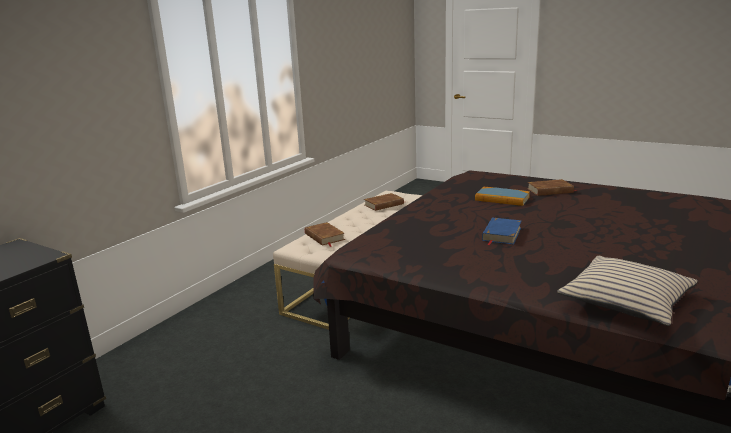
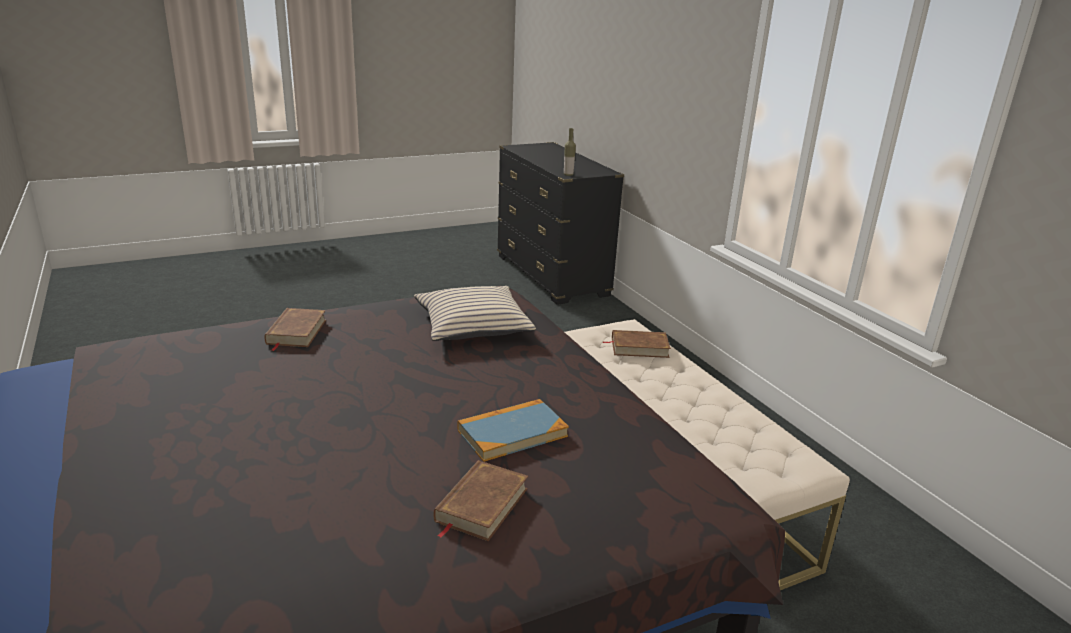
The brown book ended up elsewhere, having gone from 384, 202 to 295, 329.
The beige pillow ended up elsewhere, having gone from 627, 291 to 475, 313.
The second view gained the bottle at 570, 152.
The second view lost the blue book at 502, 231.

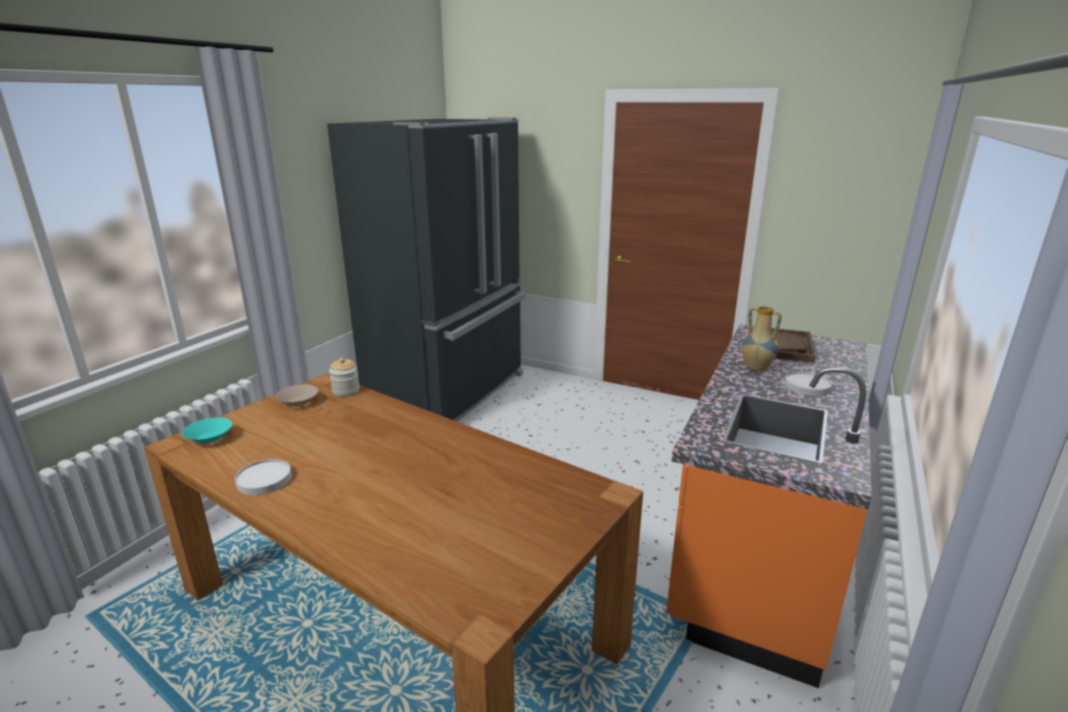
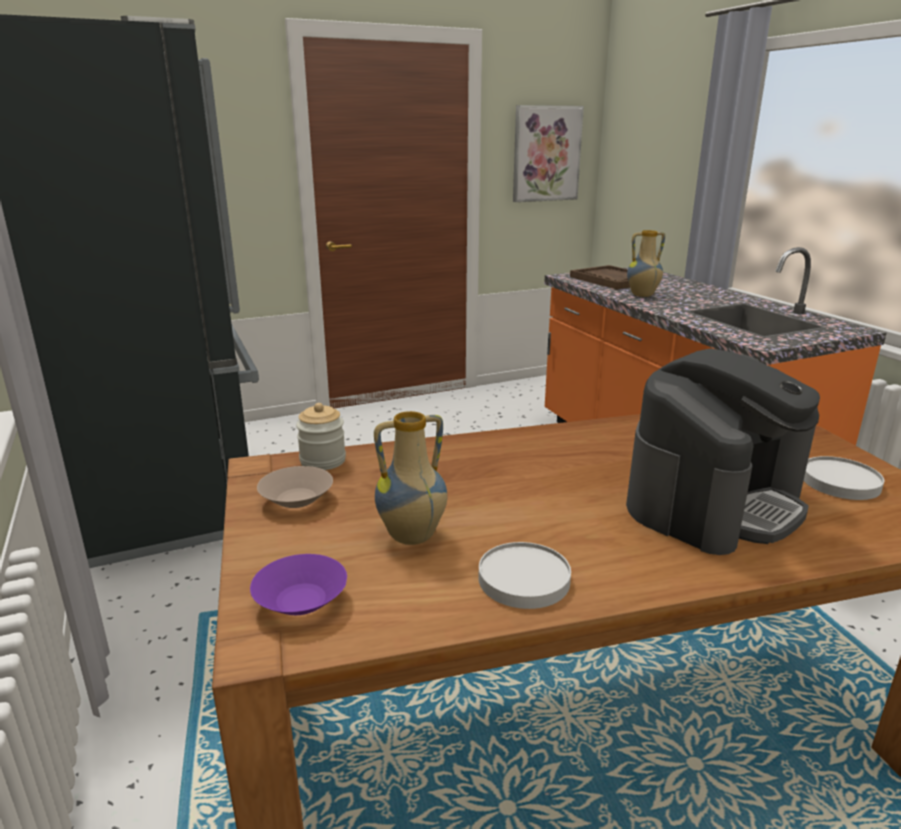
What was the turquoise bowl at 207, 430 turned into the purple bowl at 298, 584.
The second view gained the vase at 410, 478.
The second view gained the picture at 548, 153.
The second view gained the coffee machine at 723, 451.
The white plate ended up elsewhere, having gone from 808, 384 to 844, 478.

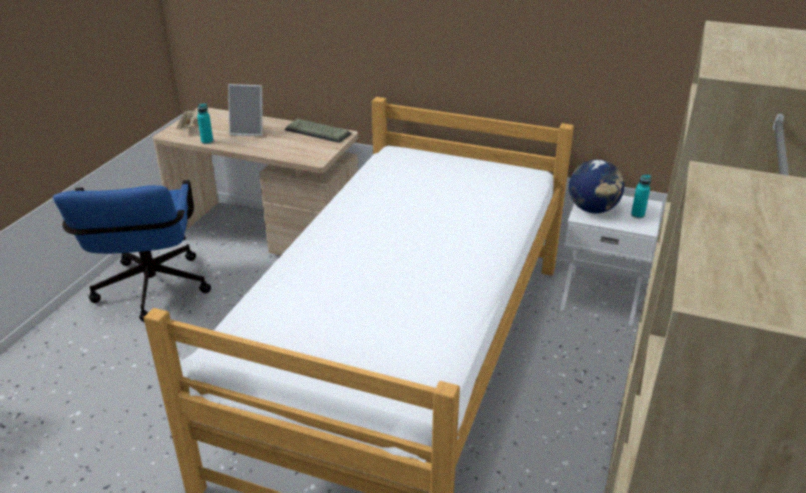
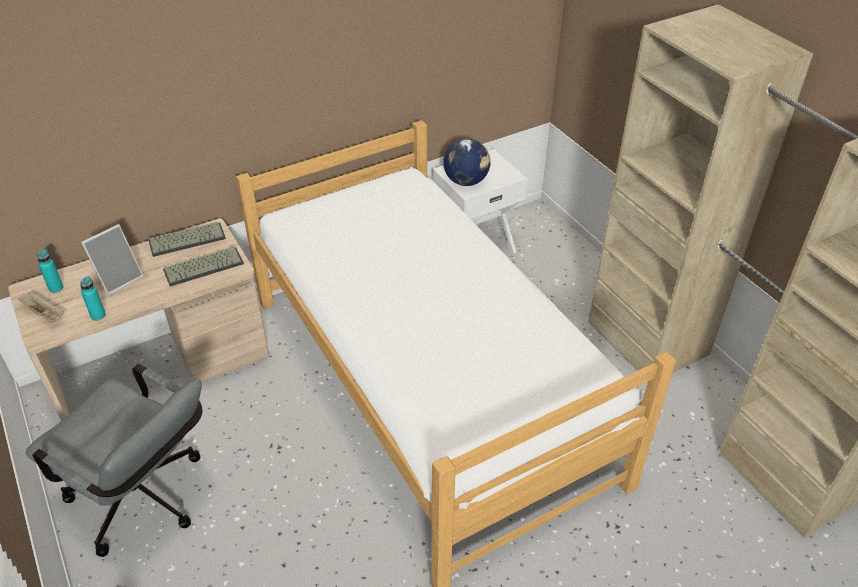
What was the blue office chair at 132, 251 turned into the grey office chair at 114, 460.
The turquoise bottle ended up elsewhere, having gone from 641, 196 to 50, 271.
The second view gained the keyboard at 203, 266.

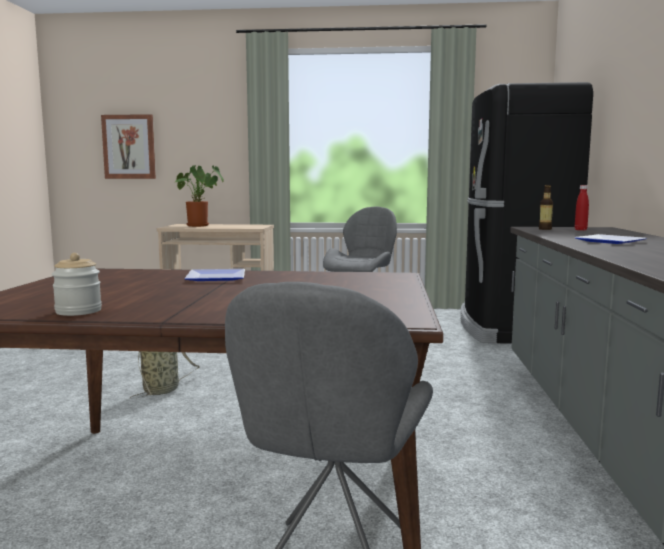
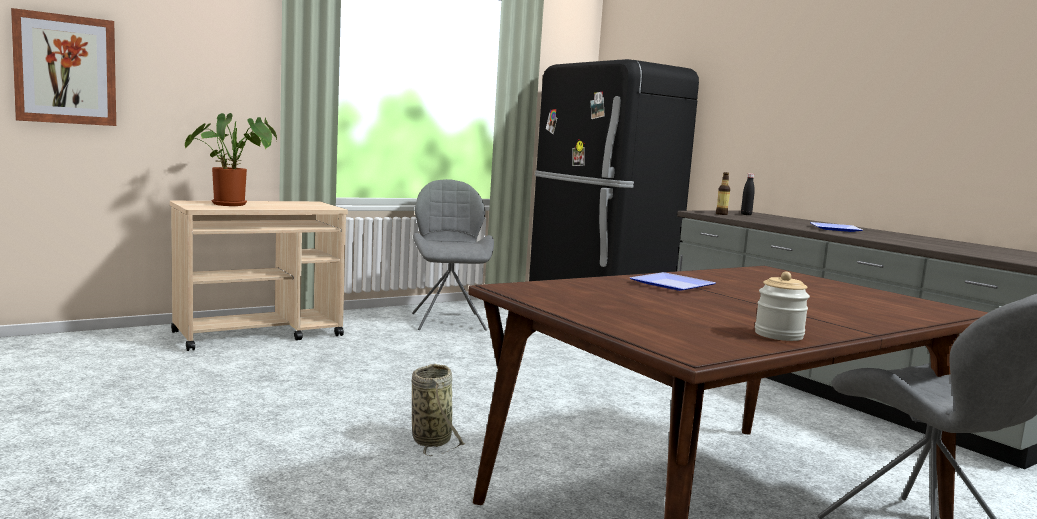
What was the red bottle at 582, 207 turned into the black bottle at 748, 194.

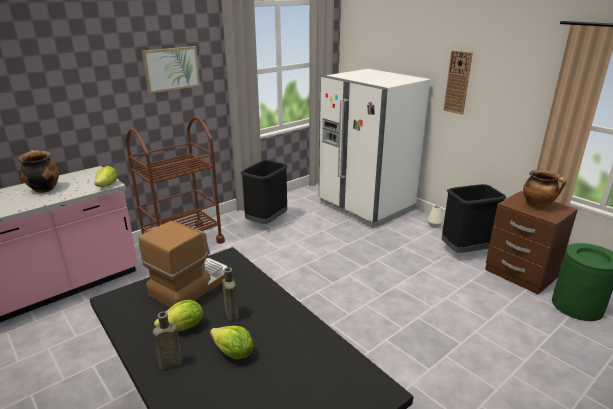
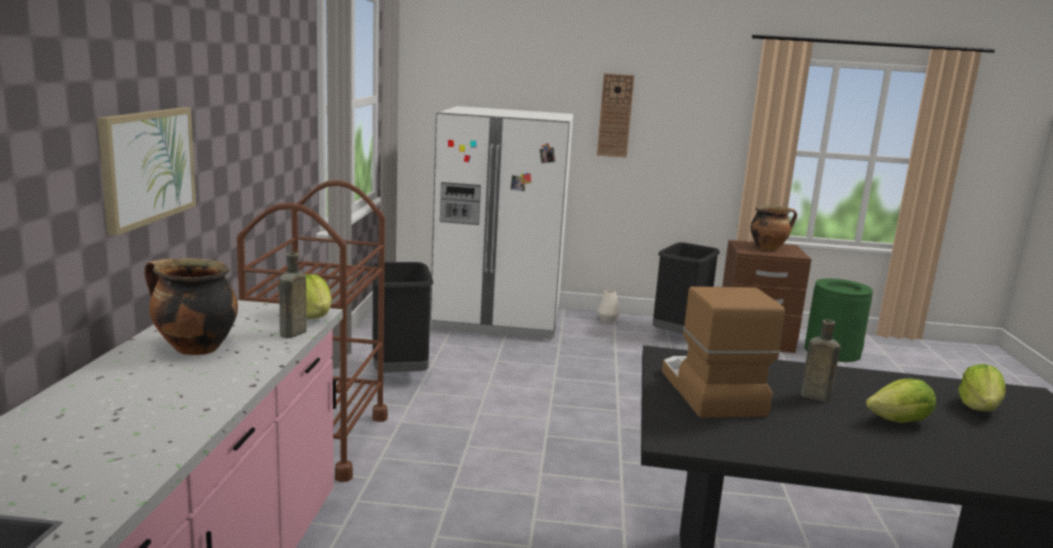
The picture ended up elsewhere, having gone from 171, 70 to 146, 171.
The brown bottle ended up elsewhere, having gone from 167, 340 to 293, 295.
The lettuce ended up elsewhere, having gone from 178, 315 to 982, 388.

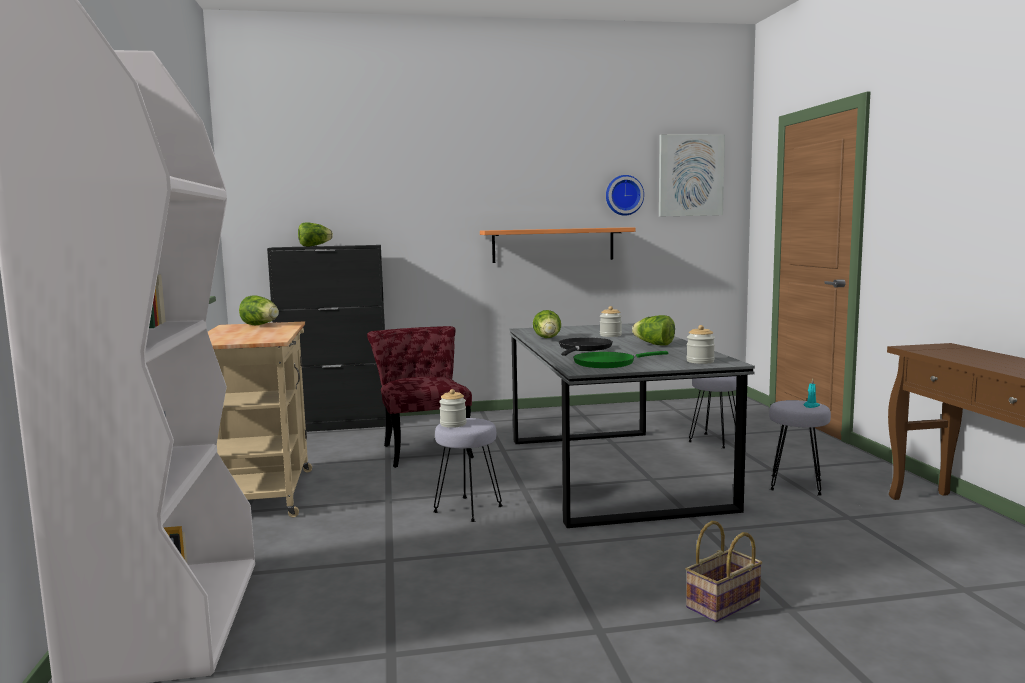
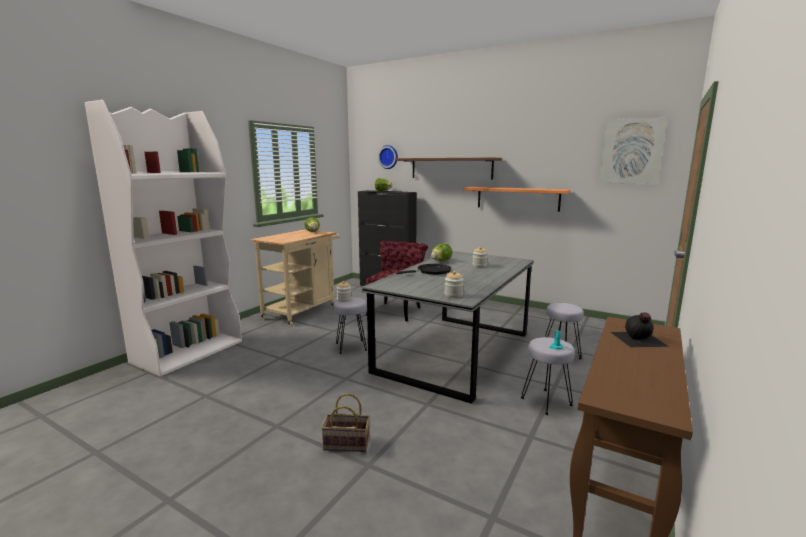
The wall clock ended up elsewhere, having gone from 625, 195 to 388, 157.
The second view gained the brown shelf at 448, 168.
The second view gained the black bottle at 640, 329.
The second view lost the green frying pan at 620, 359.
The second view lost the lettuce at 653, 330.

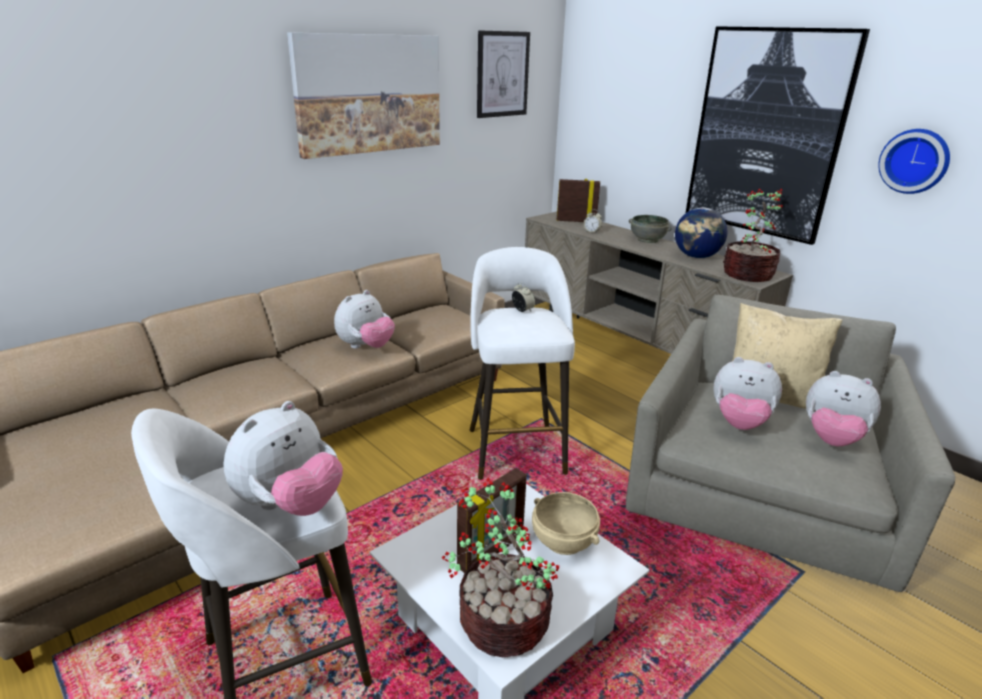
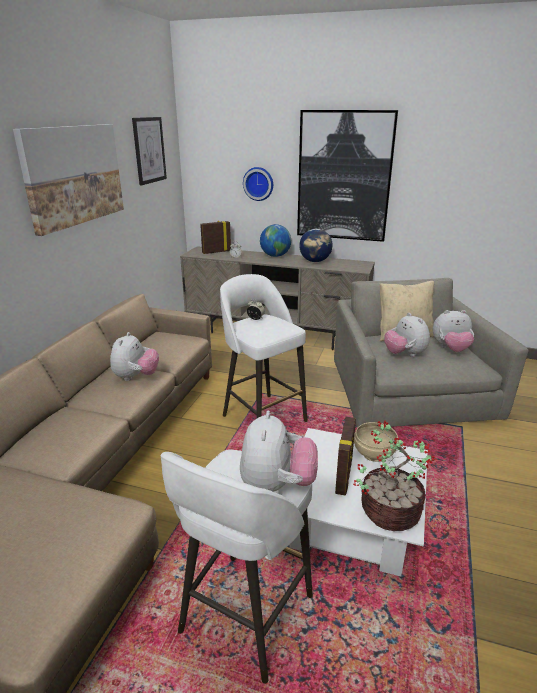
The wall clock ended up elsewhere, having gone from 914, 161 to 258, 184.
Where the grey bowl stood at 650, 229, the globe came to stand at 275, 240.
The plush toy at 747, 393 ended up facing another way, 75 degrees clockwise from before.
The second view lost the potted plant at 753, 235.

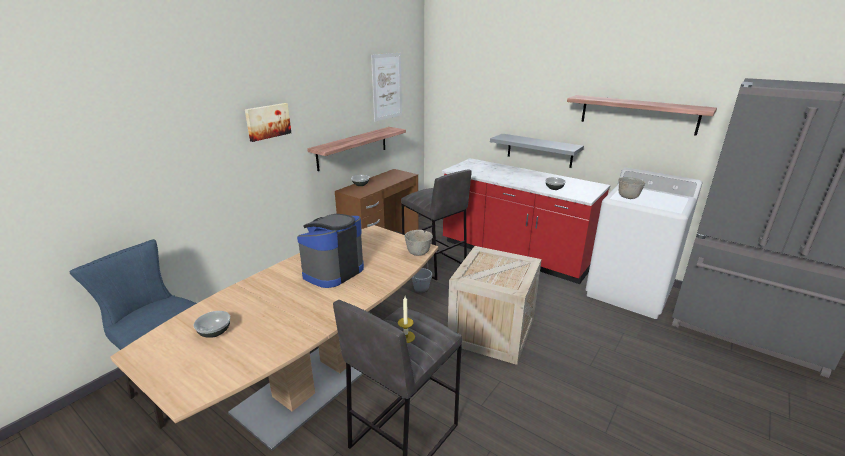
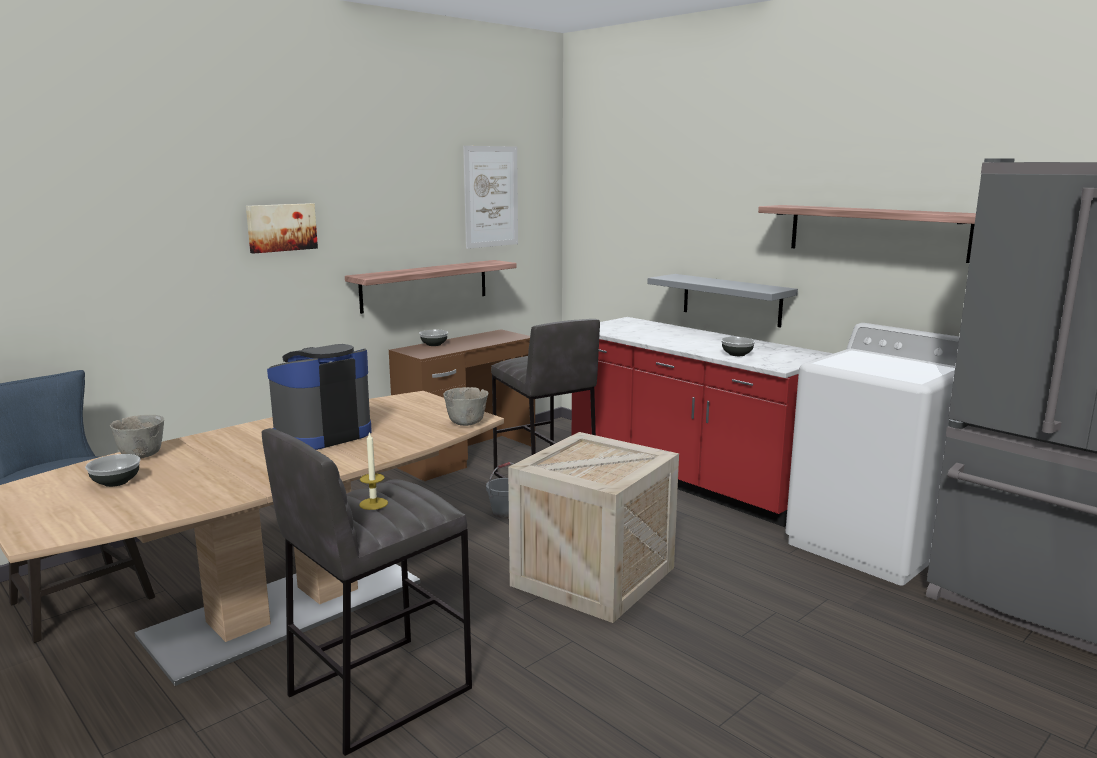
The grey bowl ended up elsewhere, having gone from 631, 188 to 137, 437.

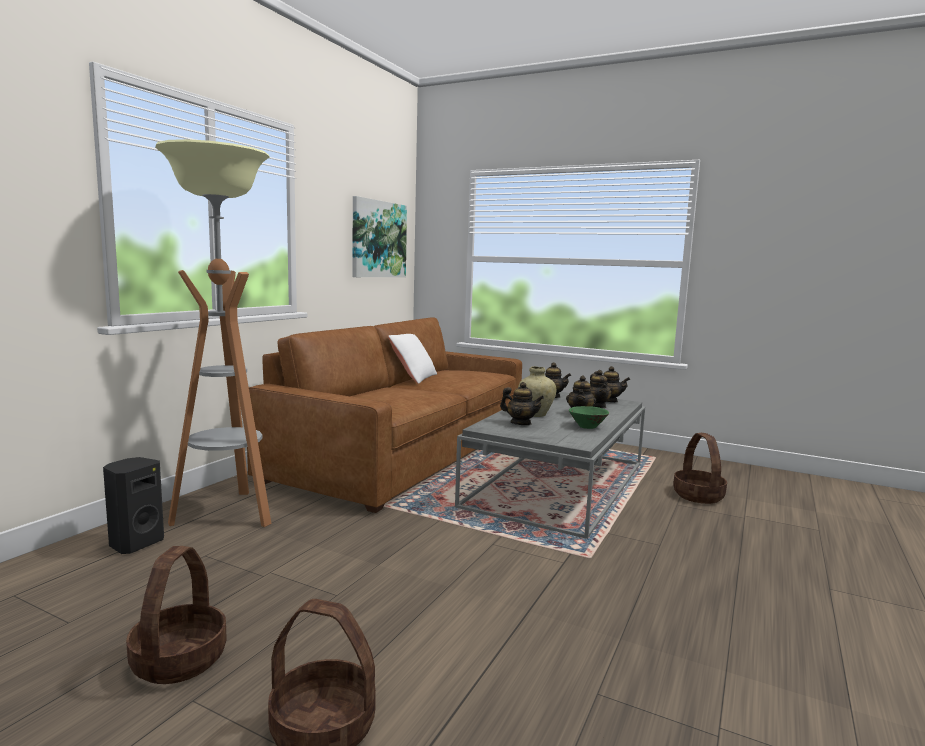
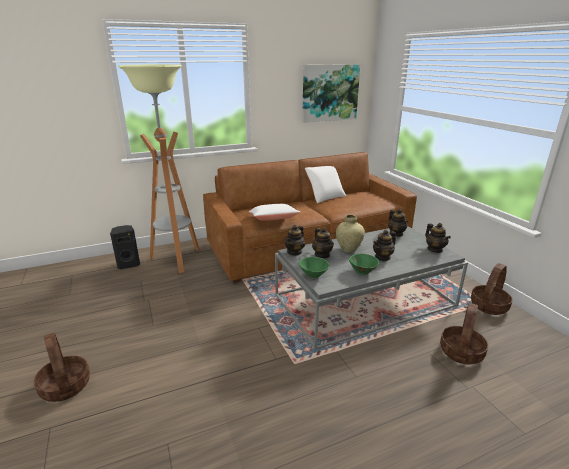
The second view gained the white pillow at 274, 212.
The teapot ended up elsewhere, having gone from 601, 389 to 294, 240.
The second view gained the green bowl at 314, 267.
The basket ended up elsewhere, having gone from 176, 615 to 492, 289.

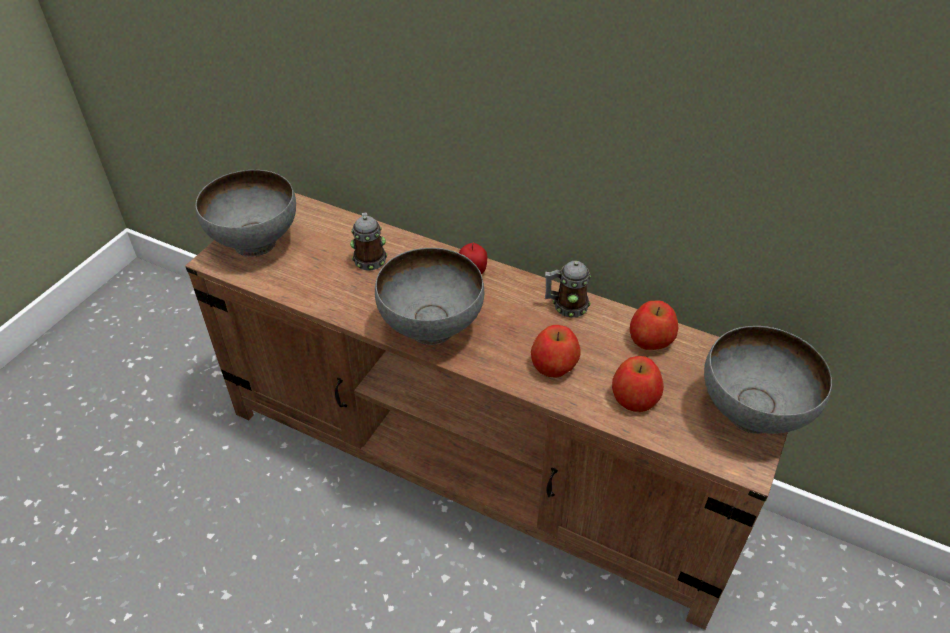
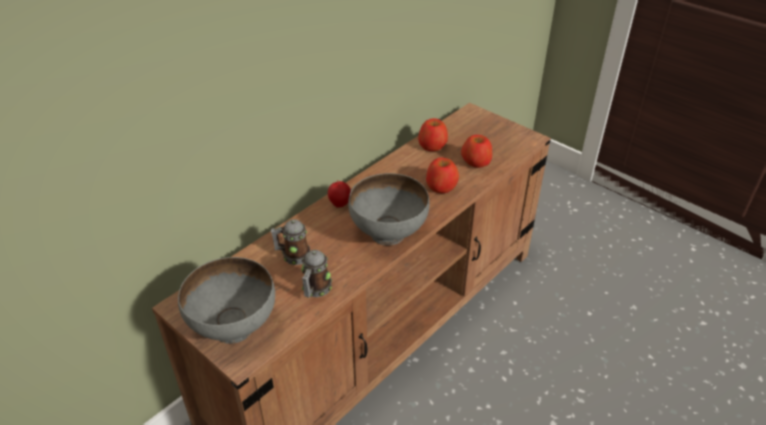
The mug ended up elsewhere, having gone from 568, 289 to 316, 274.
The second view lost the grey bowl at 768, 380.

